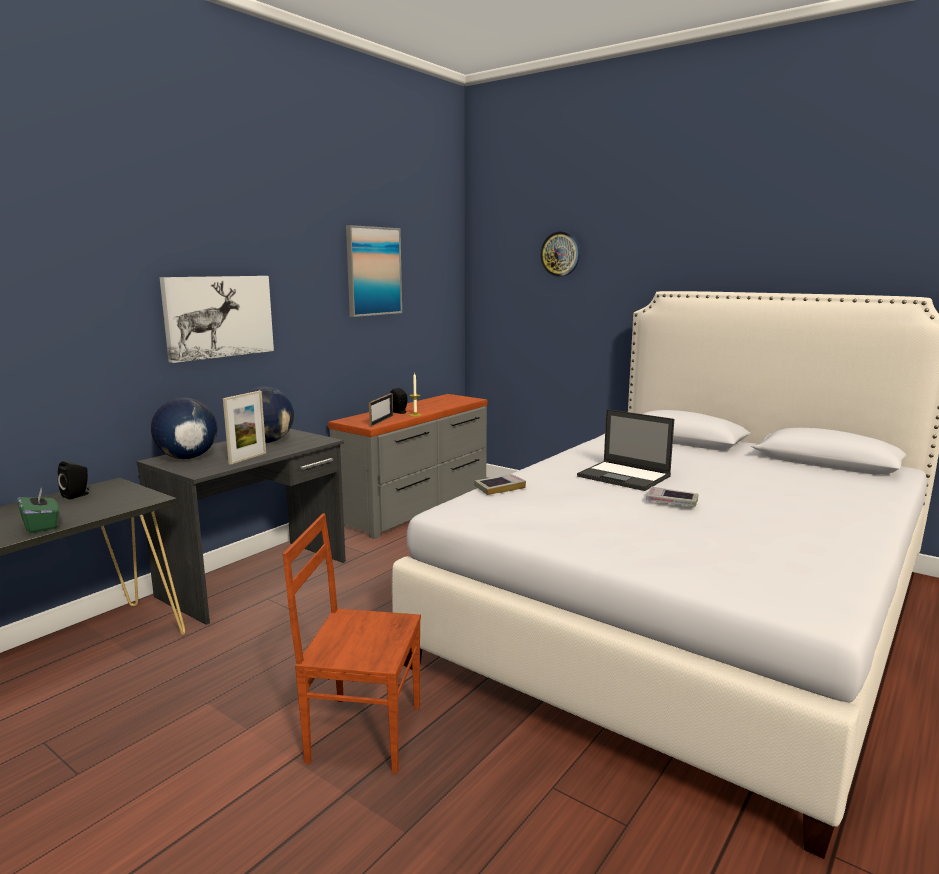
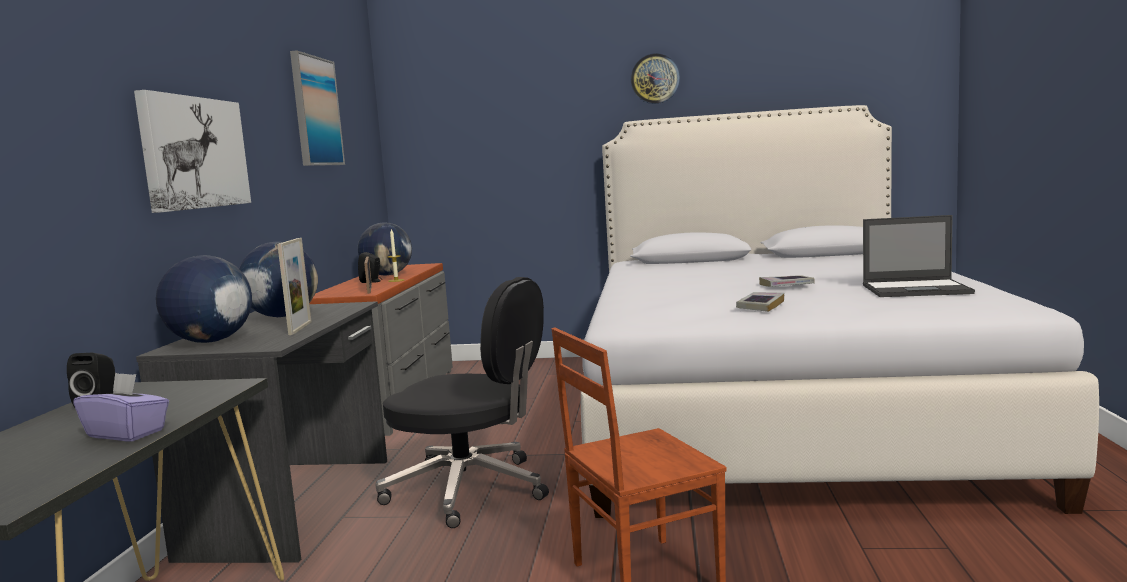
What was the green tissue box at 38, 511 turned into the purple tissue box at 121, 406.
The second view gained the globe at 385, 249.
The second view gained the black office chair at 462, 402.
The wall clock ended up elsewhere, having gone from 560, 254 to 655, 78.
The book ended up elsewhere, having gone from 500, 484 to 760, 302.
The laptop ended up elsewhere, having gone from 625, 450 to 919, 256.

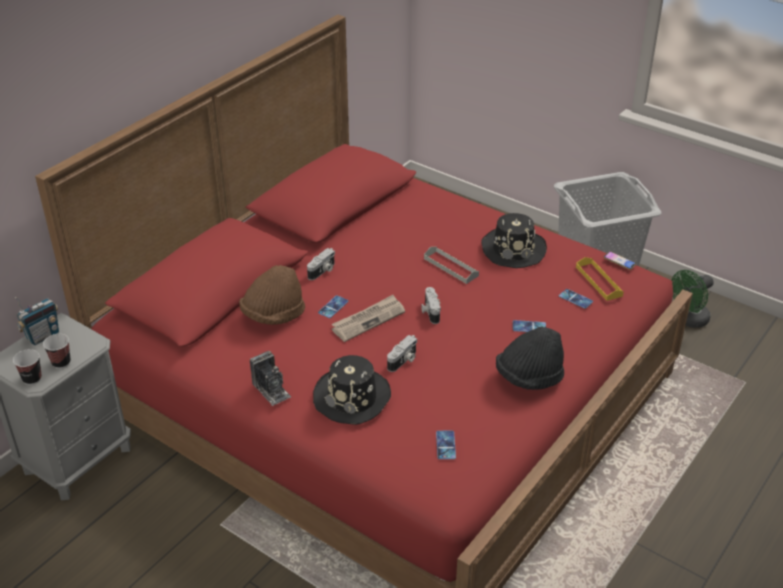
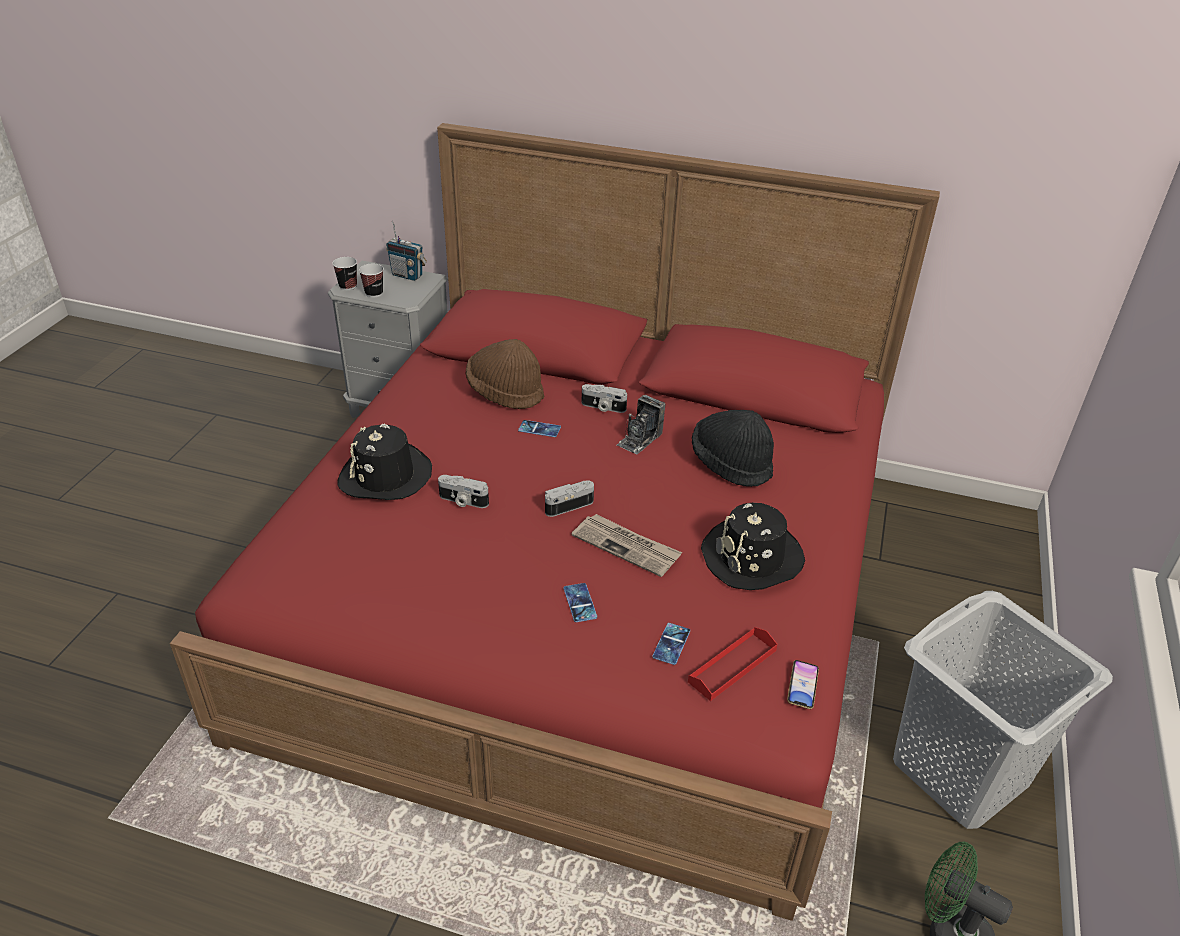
The newspaper ended up elsewhere, having gone from 368, 318 to 627, 545.
The photo camera ended up elsewhere, having gone from 270, 378 to 641, 424.
What was the yellow tray at 600, 279 turned into the red tray at 732, 664.
The black hat ended up elsewhere, having gone from 530, 358 to 733, 448.
The second view lost the grey tray at 451, 265.
The second view lost the phone at 446, 445.

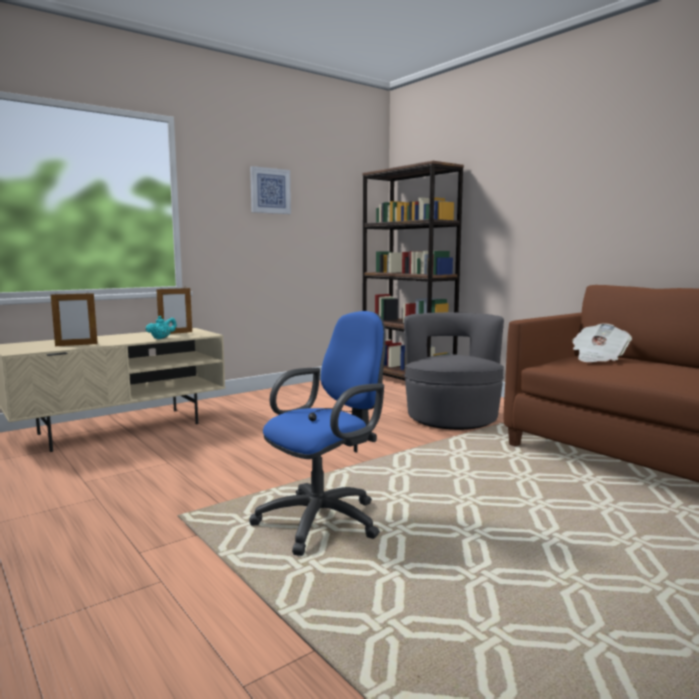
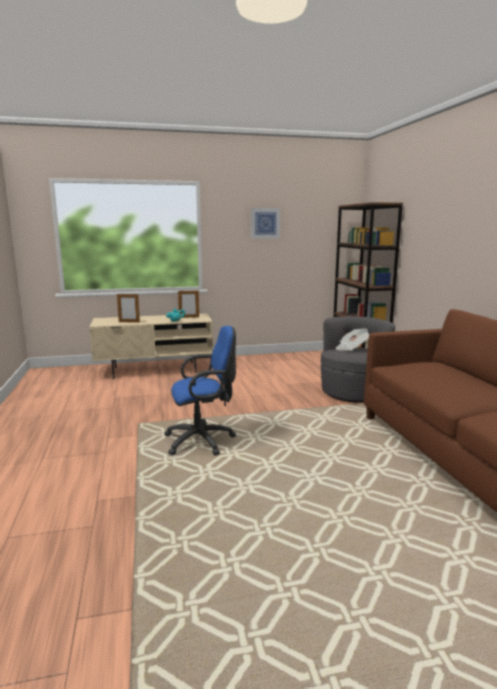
The newspaper ended up elsewhere, having gone from 602, 342 to 352, 339.

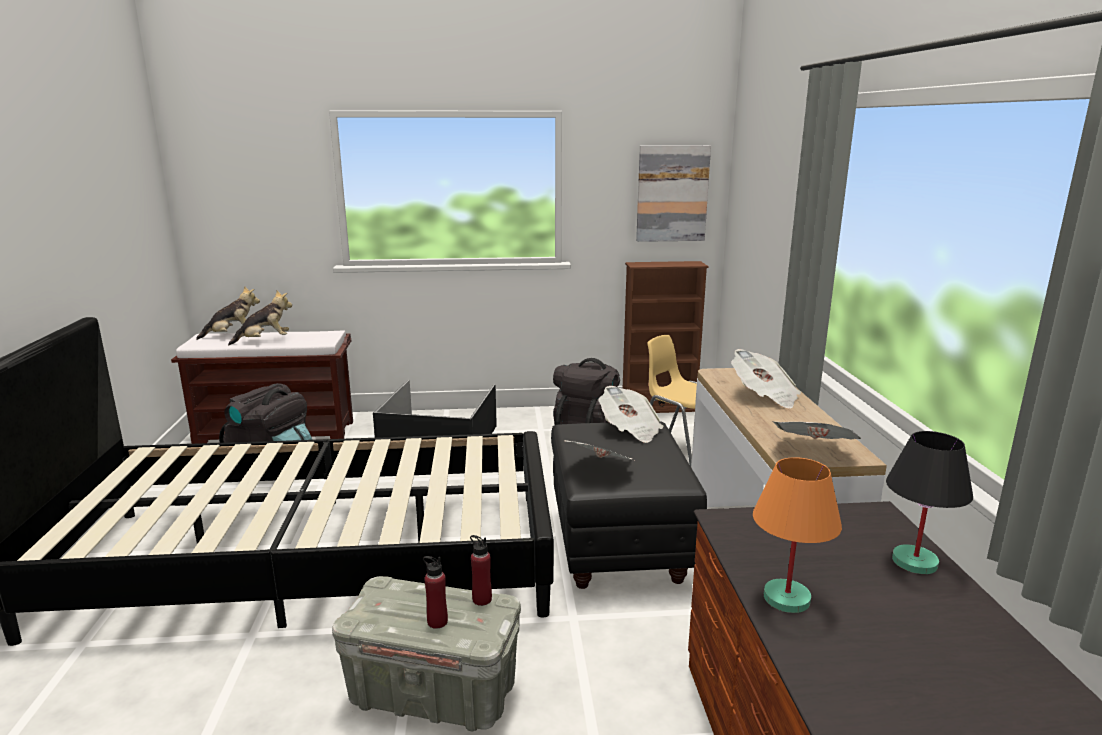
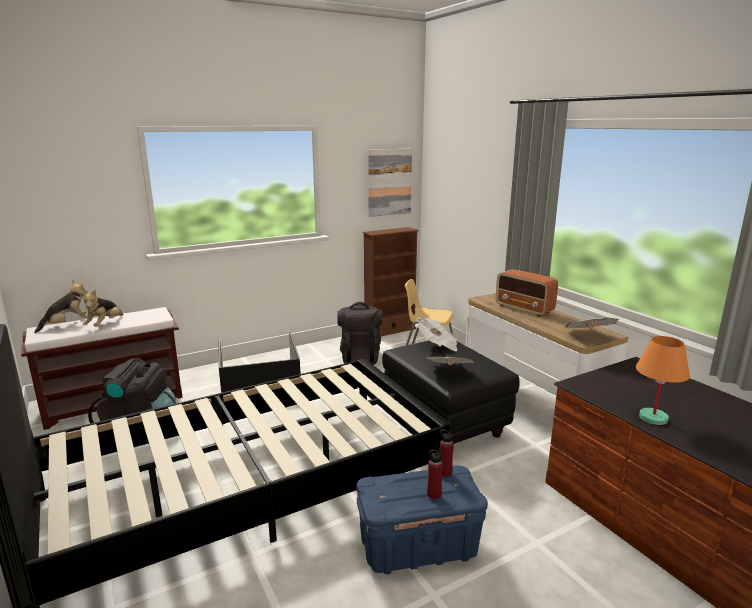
The plush toy at 260, 317 ended up facing another way, 150 degrees clockwise from before.
What was the grey storage box at 426, 654 turned into the blue storage box at 422, 520.
Where the newspaper stood at 766, 379, the radio came to stand at 527, 293.
The second view lost the black table lamp at 929, 502.

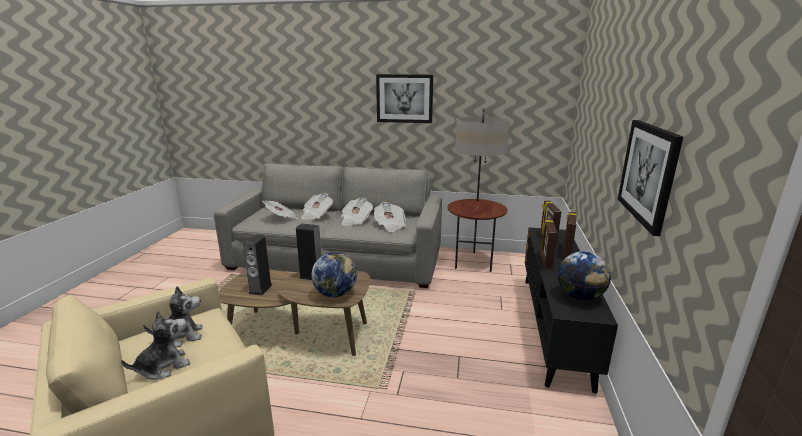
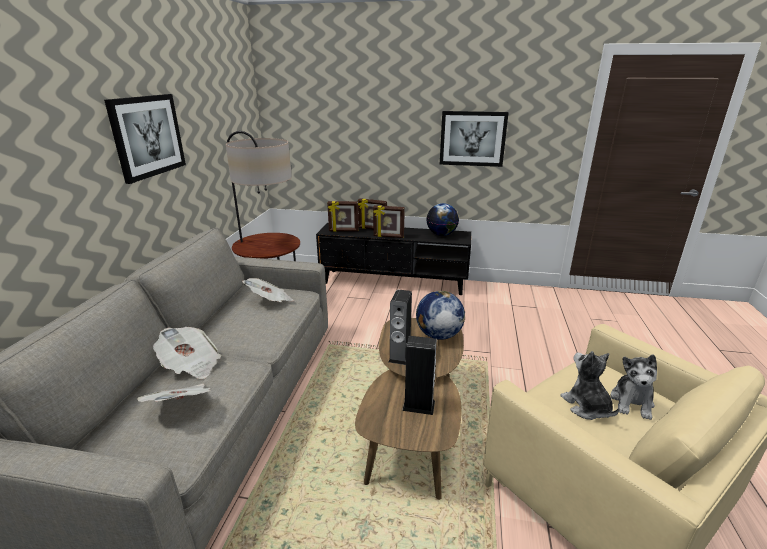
The plush toy at 155, 345 ended up facing another way, 120 degrees counterclockwise from before.
The second view lost the newspaper at 357, 212.

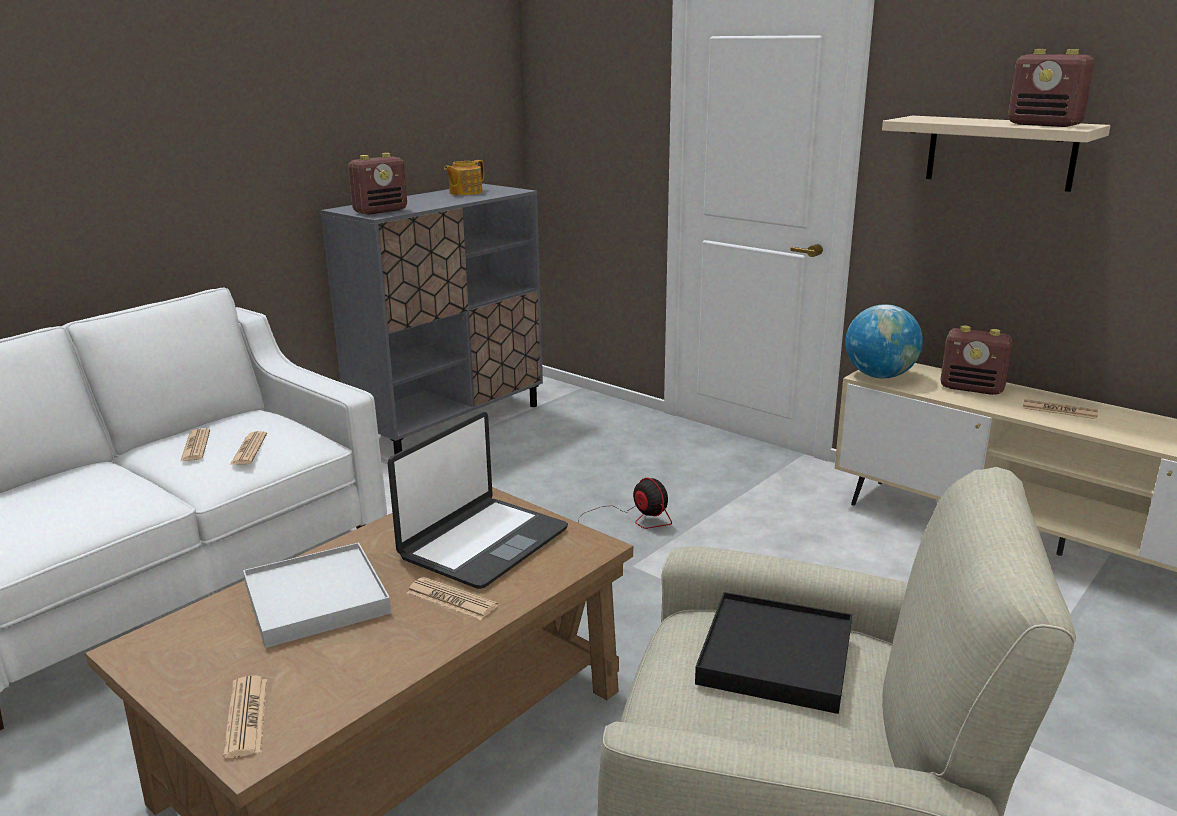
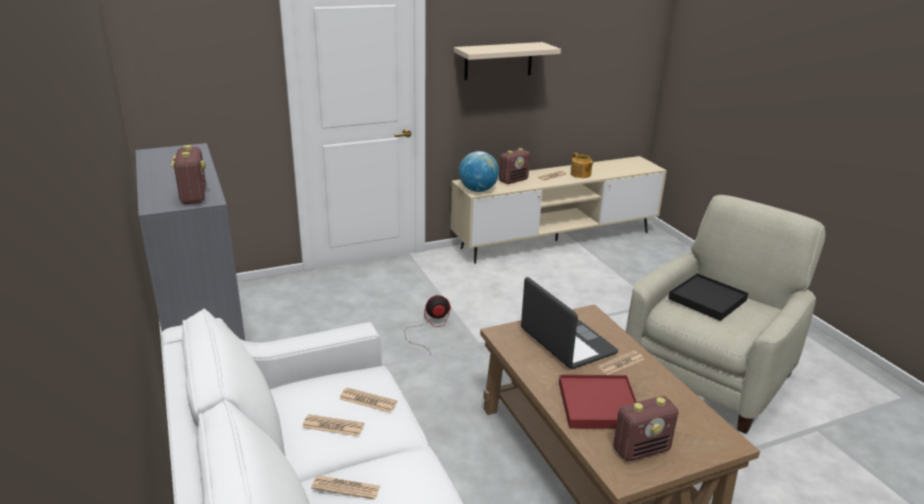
The newspaper ended up elsewhere, having gone from 245, 716 to 345, 488.
What was the white tray at 317, 595 turned into the red tray at 598, 402.
The teapot ended up elsewhere, having gone from 464, 177 to 582, 165.
The radio ended up elsewhere, having gone from 1051, 88 to 646, 428.

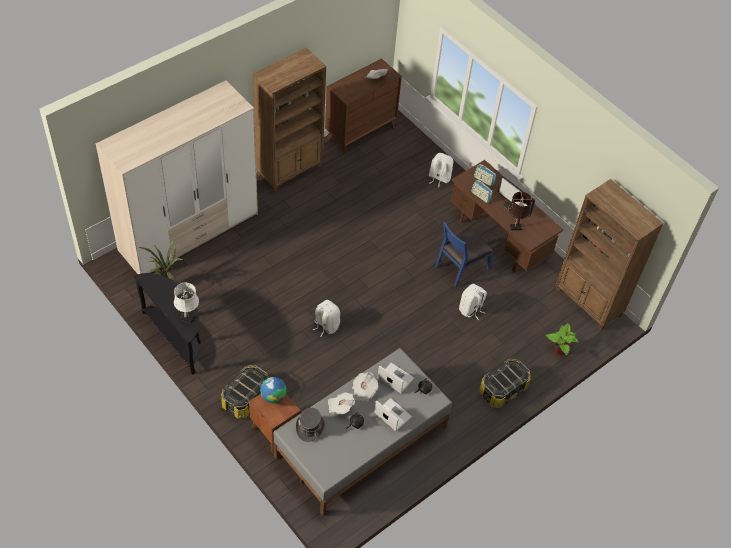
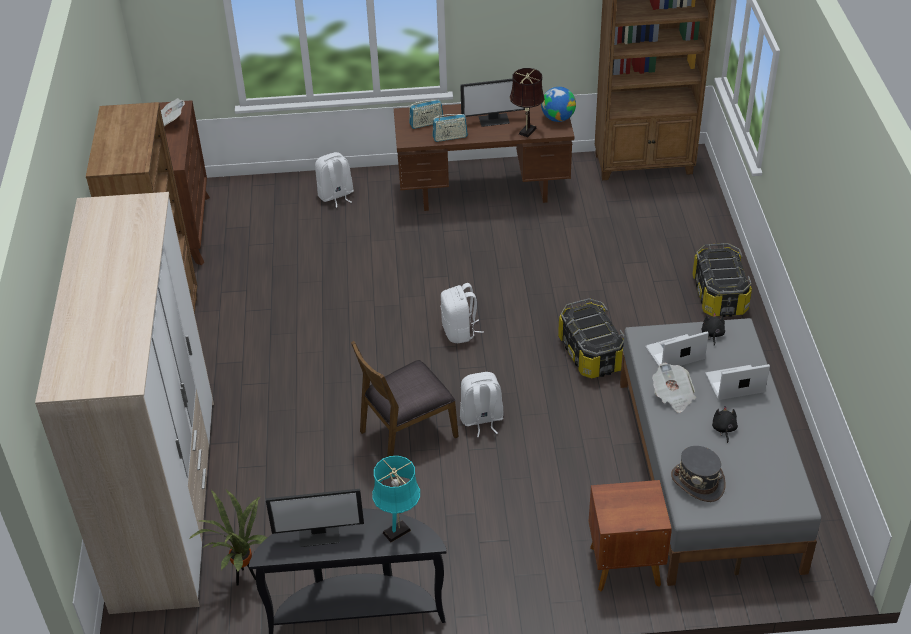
The second view gained the monitor at 315, 518.
The second view gained the brown chair at 405, 399.
What was the white table lamp at 186, 302 turned into the turquoise table lamp at 396, 499.
The white backpack ended up elsewhere, having gone from 473, 302 to 462, 313.
The globe ended up elsewhere, having gone from 273, 390 to 558, 104.
The storage box ended up elsewhere, having gone from 245, 392 to 591, 338.
The second view lost the newspaper at 341, 403.
The second view lost the blue chair at 464, 255.
The second view lost the potted plant at 562, 339.

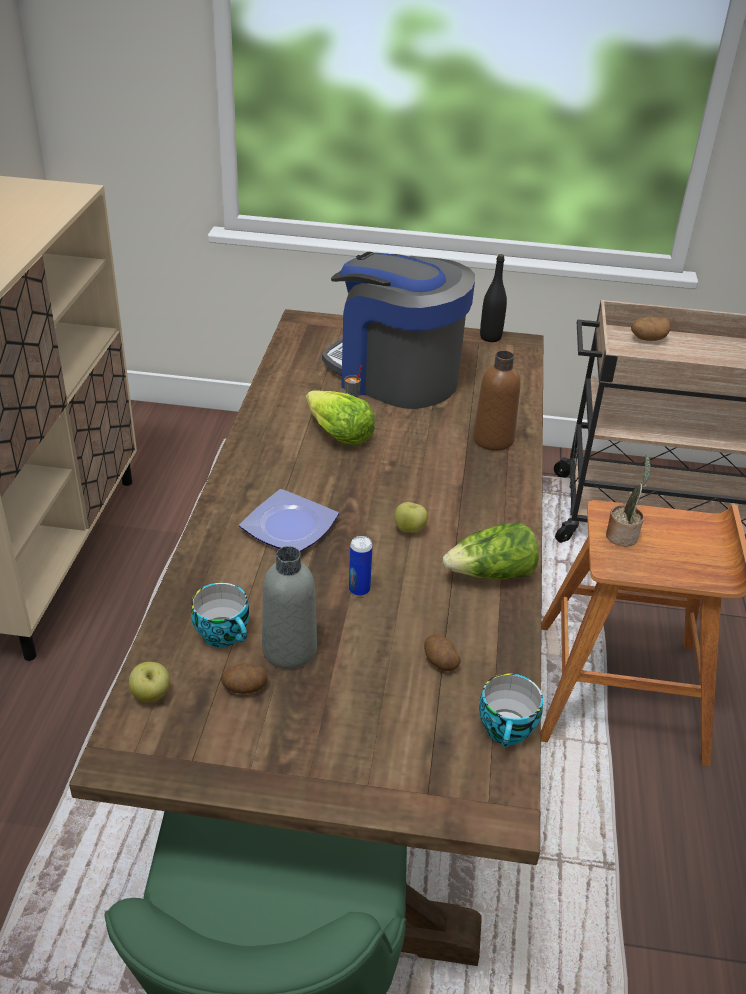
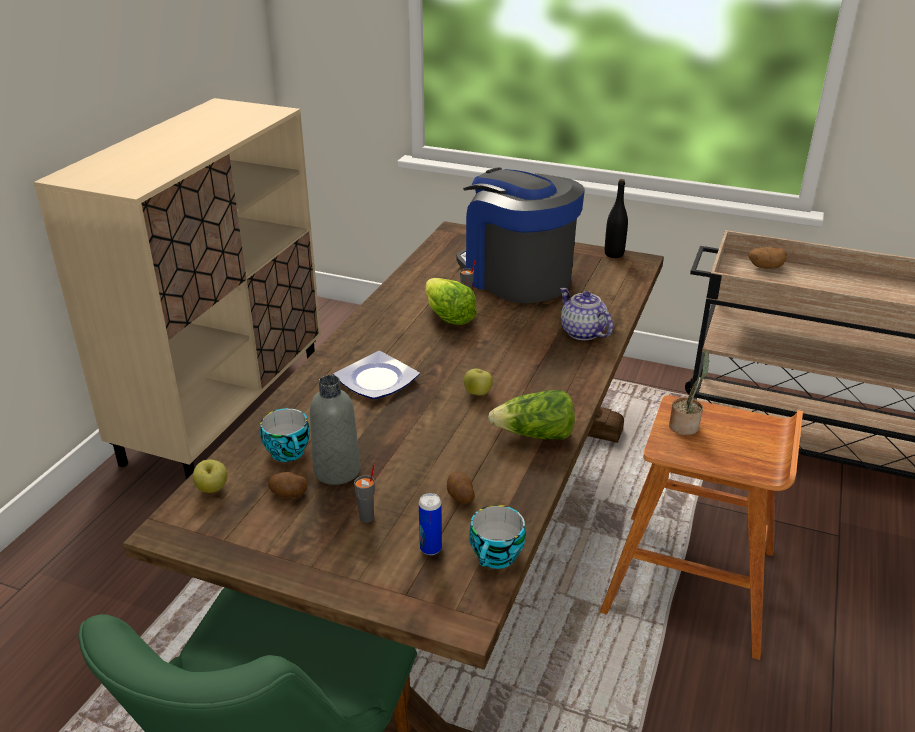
The second view gained the grey cup at 364, 493.
The can ended up elsewhere, having gone from 361, 566 to 430, 524.
Where the brown bottle stood at 497, 401, the teapot came to stand at 586, 314.

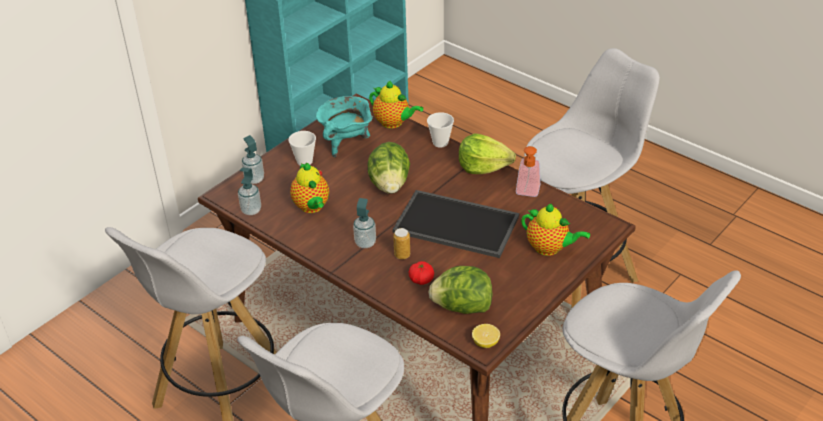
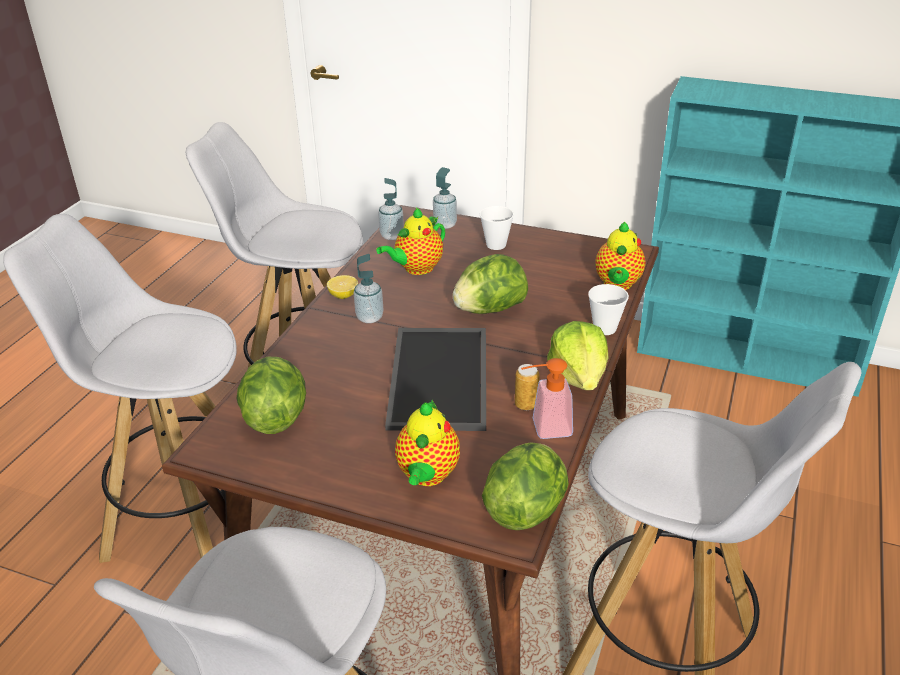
The lemon ended up elsewhere, having gone from 486, 336 to 342, 287.
The second view gained the lettuce at 525, 486.
The can ended up elsewhere, having gone from 401, 243 to 527, 387.
The second view lost the turquoise cooking pot at 344, 126.
The second view lost the tomato at 421, 273.

